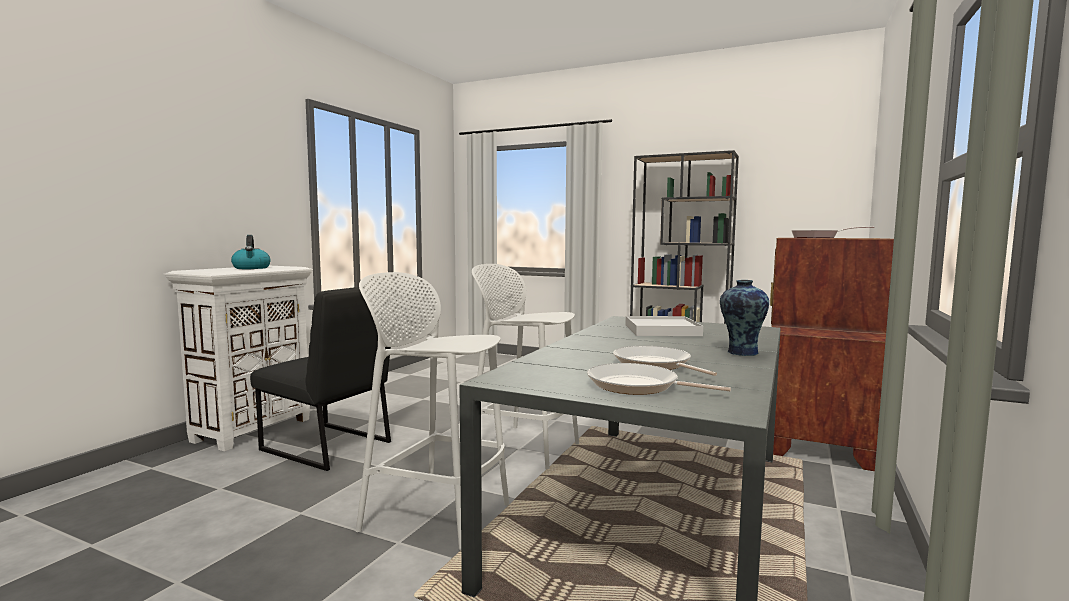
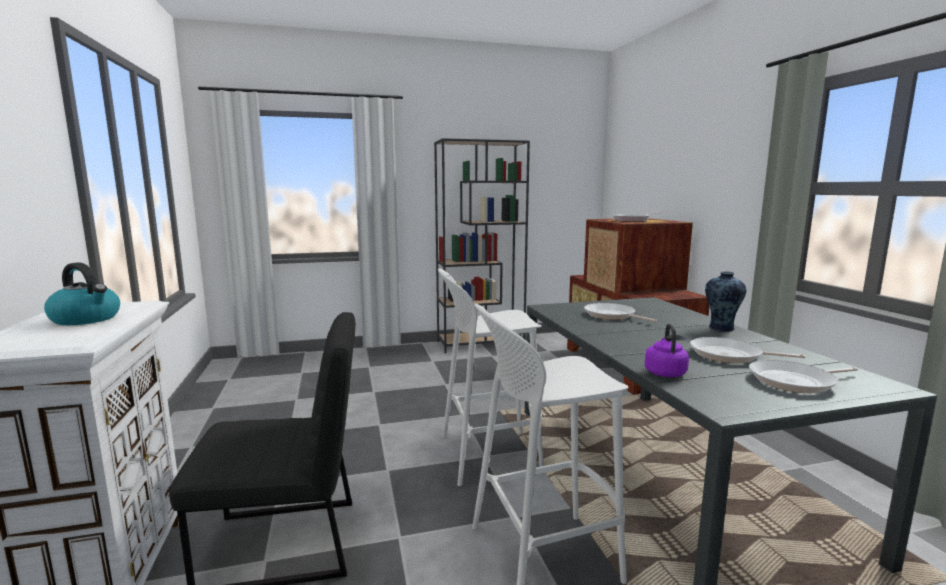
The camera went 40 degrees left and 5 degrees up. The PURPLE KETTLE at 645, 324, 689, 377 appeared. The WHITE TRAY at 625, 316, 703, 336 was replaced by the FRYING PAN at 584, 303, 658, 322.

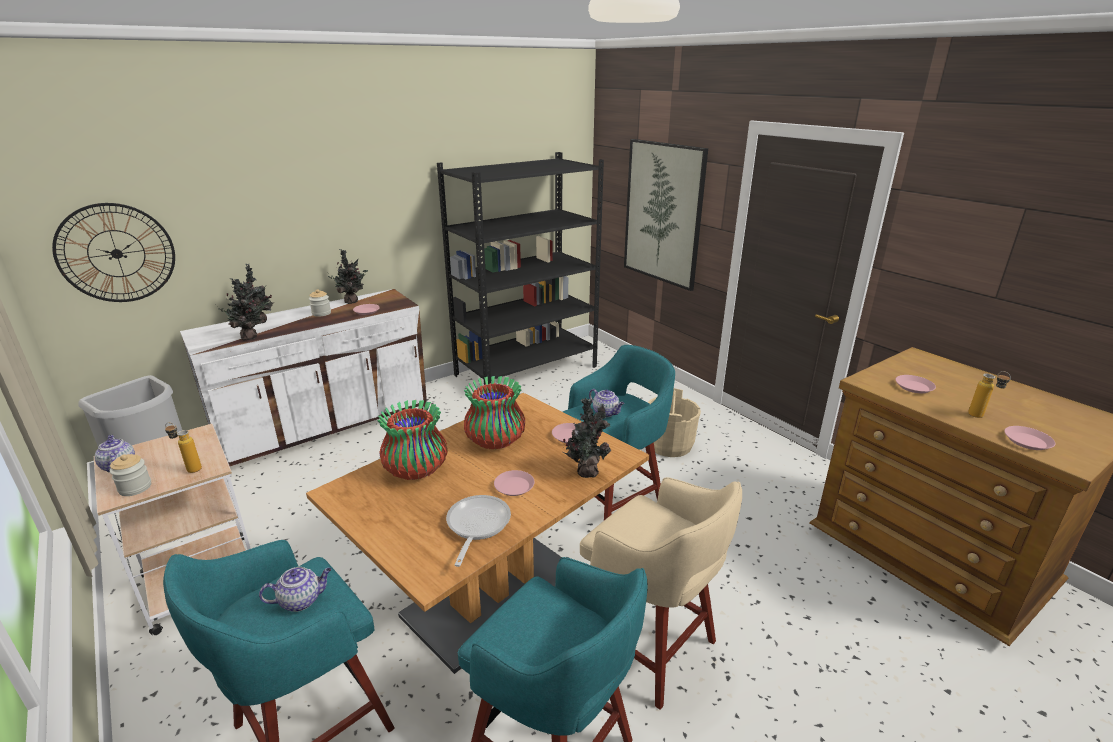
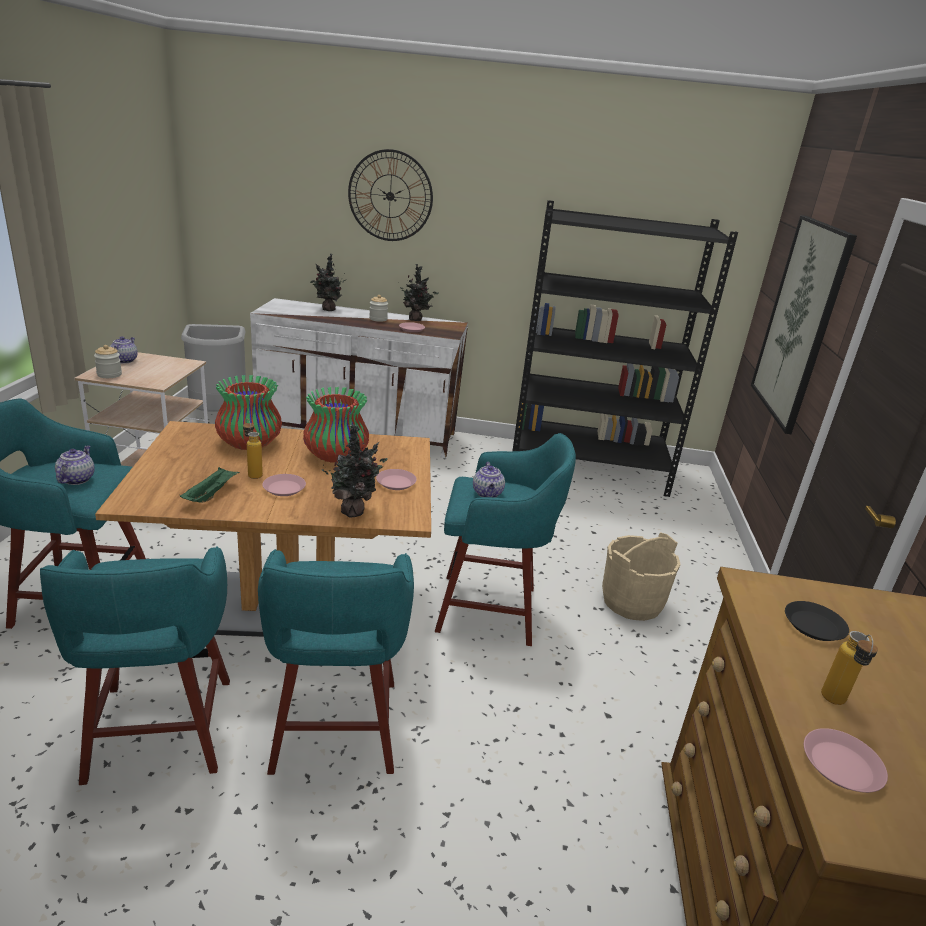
The camera went 40 degrees right and 0 degrees up. The POTTED PLANT at 215, 278, 268, 340 disappeared. The WALL CLOCK moved from 52, 203, 175, 302 to 348, 149, 433, 241. The BOTTLE moved from 165, 422, 202, 473 to 243, 419, 263, 479. The FRYING PAN at 446, 495, 511, 567 was replaced by the GREEN TRAY at 180, 467, 239, 503. The BEIGE STOOL at 580, 477, 742, 710 became the TURQUOISE STOOL at 258, 549, 414, 775. The PINK PLATE at 895, 375, 936, 393 became the BLACK PLATE at 785, 601, 849, 641. The TEAPOT at 259, 567, 332, 612 turned 105 degrees counterclockwise.

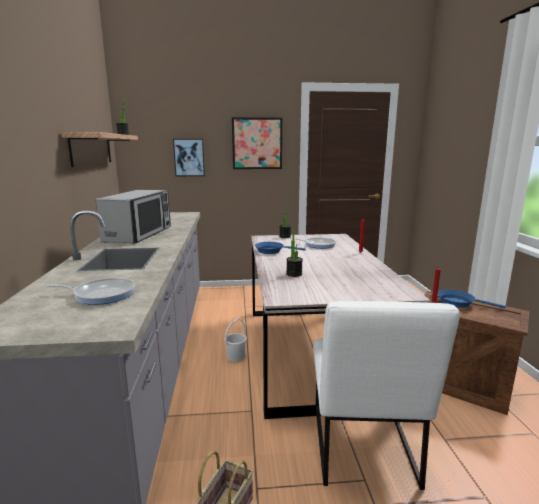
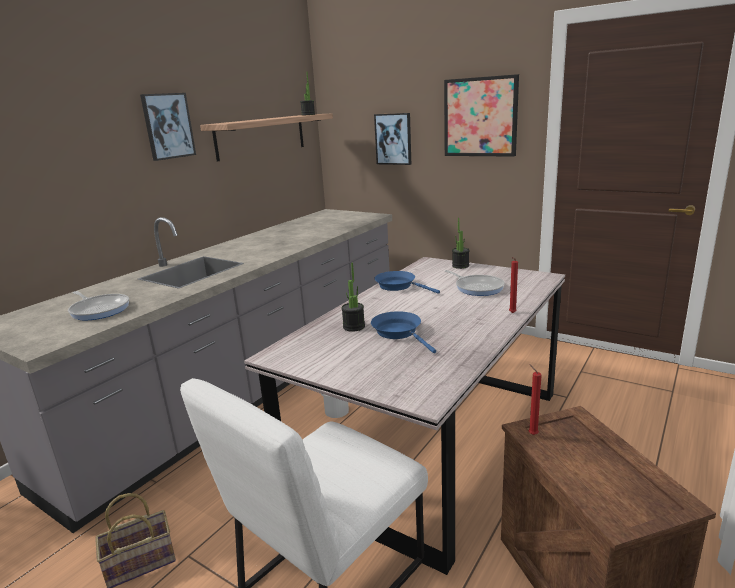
The camera went 40 degrees right and 5 degrees up. The MICROWAVE at 96, 190, 171, 244 disappeared. The PICTURE at 140, 93, 196, 161 appeared. The BLUE FRYING PAN moved from 438, 289, 506, 308 to 371, 311, 436, 353.

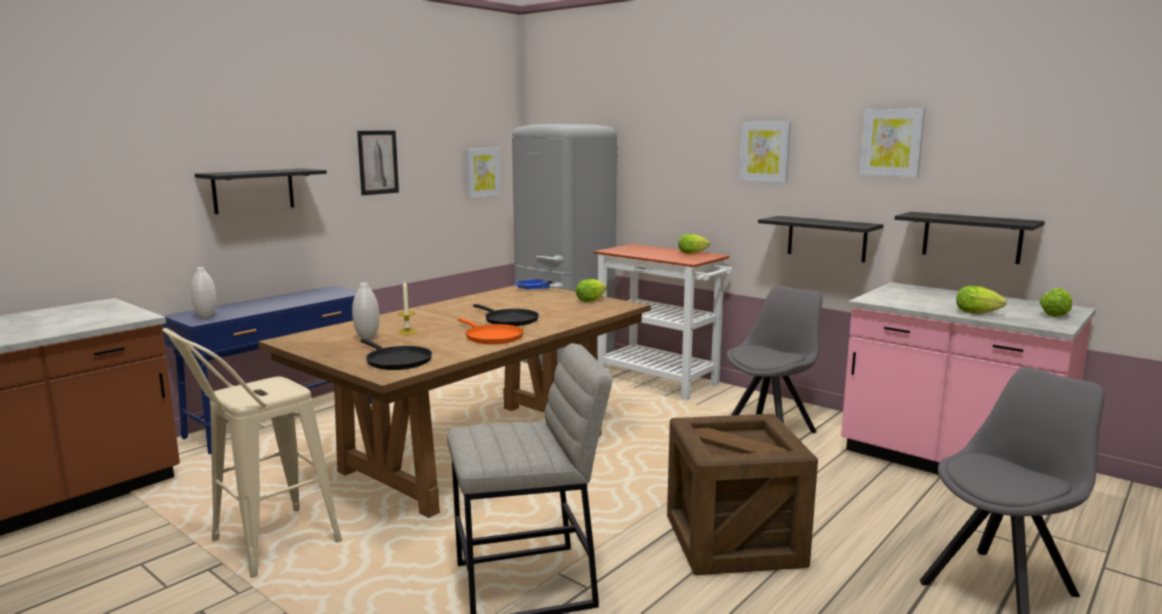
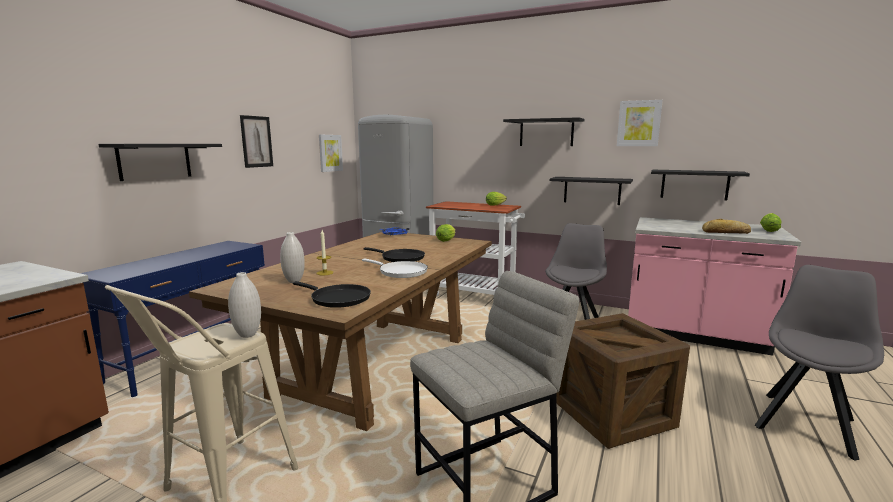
The camera went 15 degrees left and 0 degrees up. The WHITE VASE moved from 190, 267, 217, 318 to 228, 272, 261, 338. The PICTURE at 739, 122, 791, 183 was replaced by the BLACK SHELF at 503, 117, 585, 146. The LETTUCE at 956, 286, 1007, 314 was replaced by the BREAD at 702, 219, 751, 234. The ORANGE FRYING PAN at 458, 318, 524, 345 became the WHITE FRYING PAN at 362, 258, 428, 278.

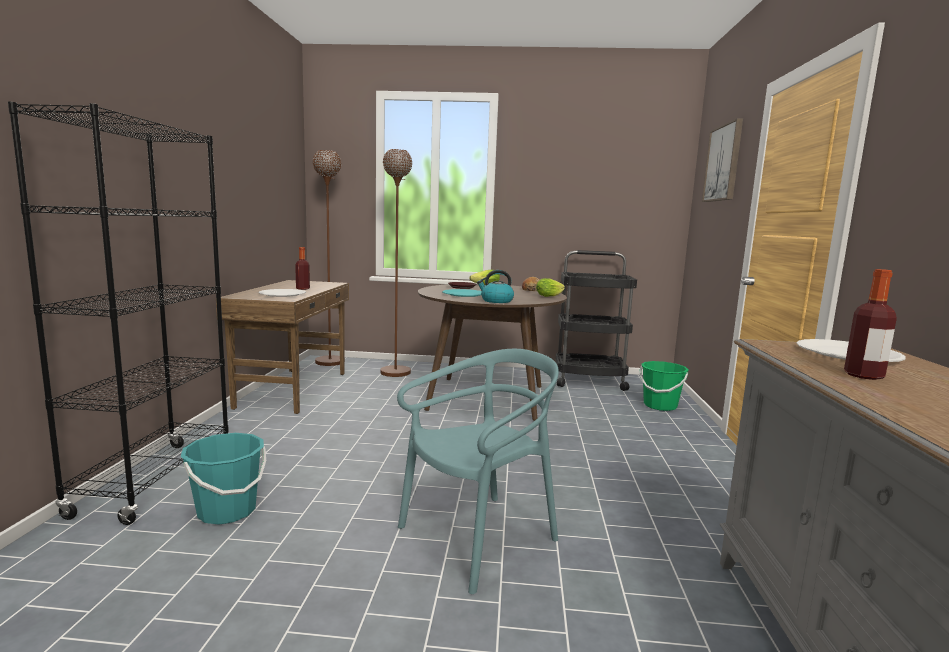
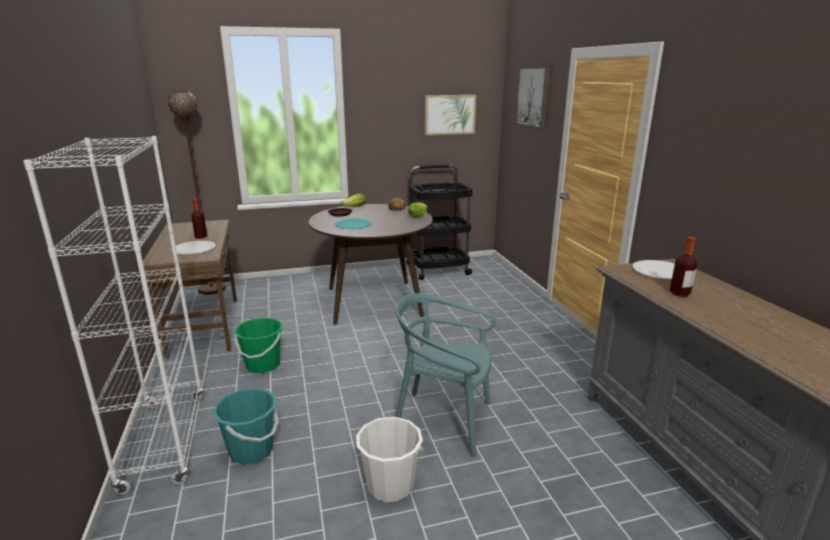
The camera went 20 degrees left and 10 degrees up. The BROWN FLOOR LAMP at 380, 149, 412, 377 disappeared. The KETTLE at 477, 270, 514, 303 disappeared. The WHITE BUCKET at 356, 417, 424, 502 appeared. The PICTURE at 424, 95, 476, 135 appeared. The GREEN BUCKET moved from 640, 361, 688, 411 to 235, 318, 282, 373. The BLACK BOOKCASE at 8, 101, 229, 525 became the WHITE BOOKCASE at 23, 136, 203, 495. The TURQUOISE CHAIR at 397, 349, 559, 594 turned 105 degrees counterclockwise.

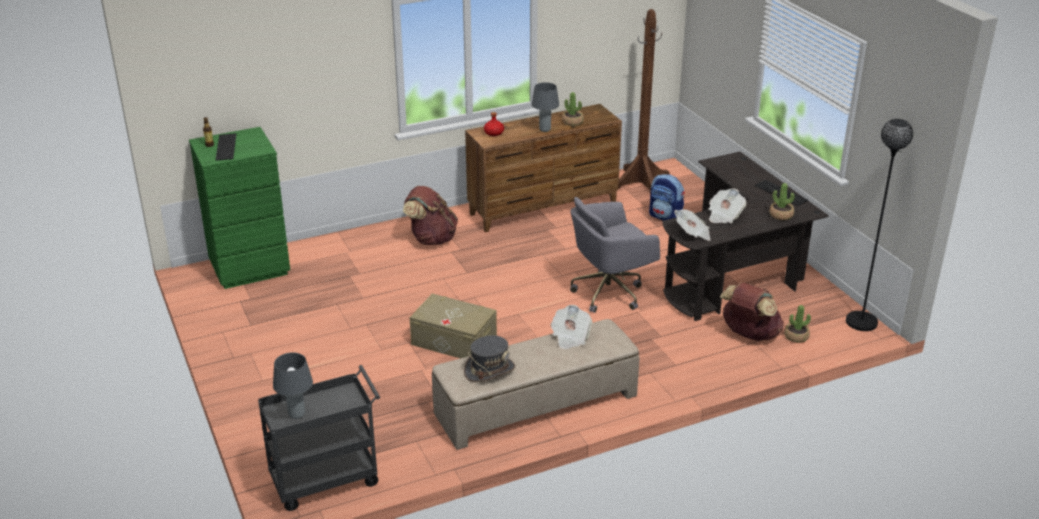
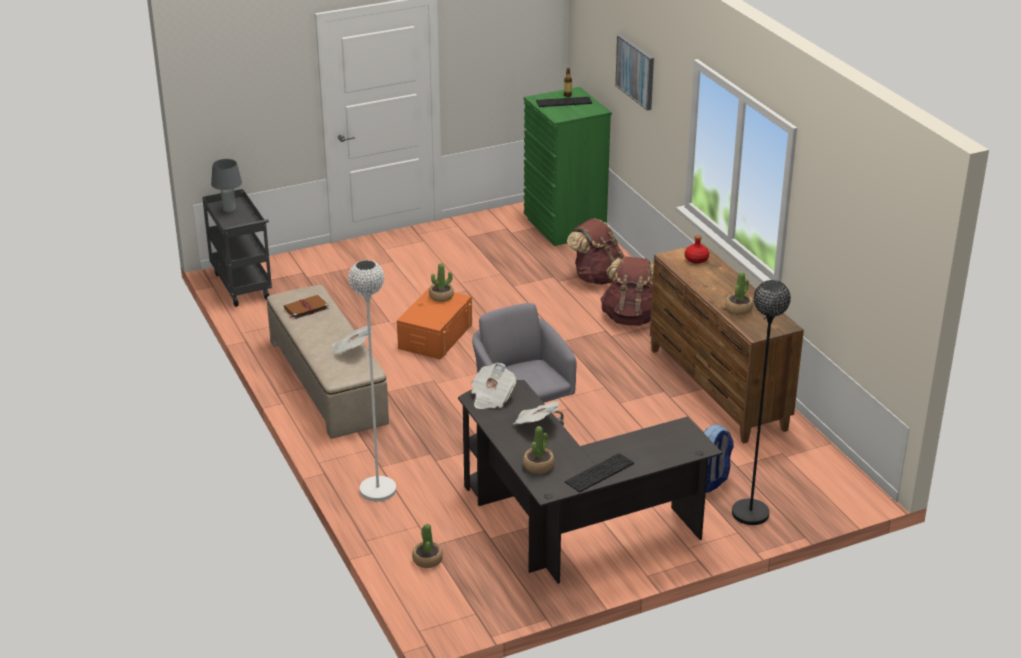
The camera went 90 degrees right and 0 degrees up. The GREY TABLE LAMP at 531, 82, 559, 132 disappeared. The BROWN CLOTHES RACK at 618, 9, 670, 191 disappeared. The WHITE FLOOR LAMP at 348, 260, 396, 501 appeared. The POTTED PLANT at 429, 263, 454, 302 appeared. The PICTURE at 615, 35, 654, 111 appeared. The BROWN BACKPACK moved from 720, 283, 784, 341 to 567, 218, 625, 285. The BLACK FLOOR LAMP moved from 846, 119, 913, 331 to 732, 280, 791, 525. The GREY HAT at 464, 335, 515, 382 was replaced by the BROWN BOOK at 284, 295, 329, 319. The BEIGE STORAGE BOX at 410, 294, 497, 358 became the ORANGE STORAGE BOX at 397, 287, 472, 360.

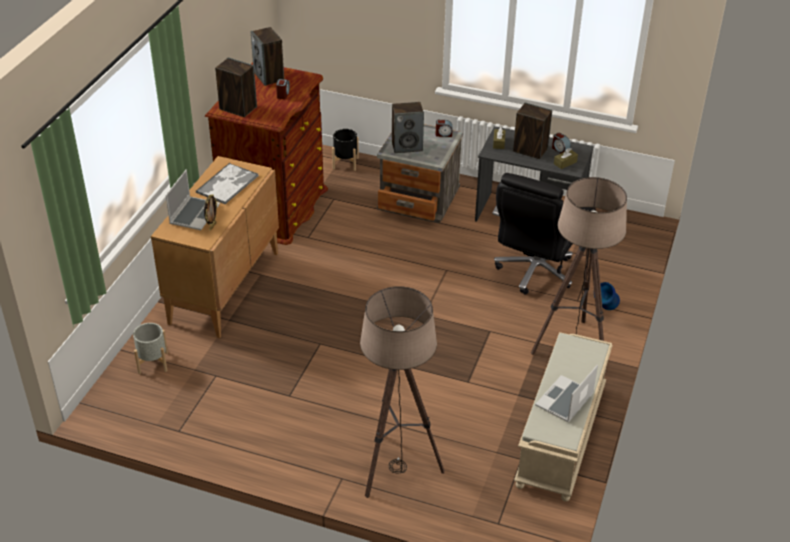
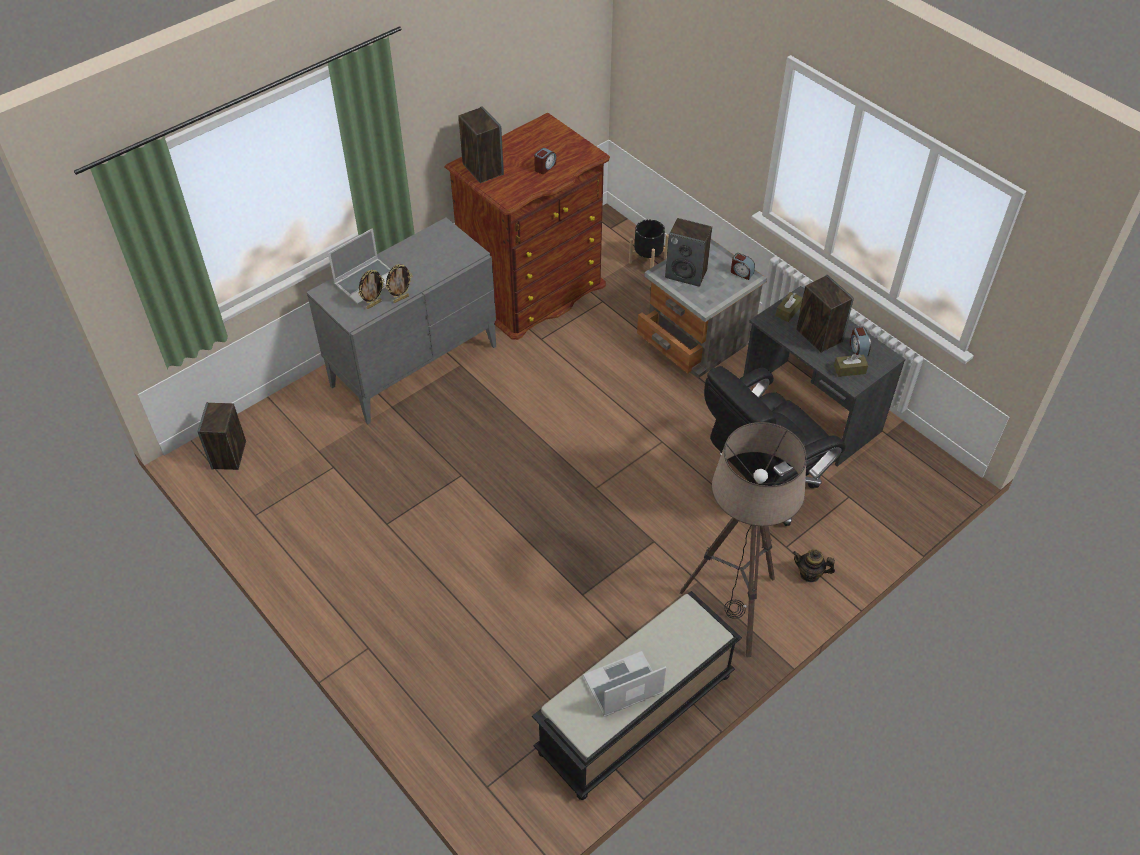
The camera went 30 degrees right and 10 degrees up. The GREY PLANTER at 133, 323, 168, 374 disappeared. The TRAY at 195, 163, 259, 205 disappeared. The FLOOR LAMP at 360, 286, 445, 498 disappeared. The PICTURE FRAME at 386, 264, 412, 303 appeared. The SPEAKER moved from 251, 27, 284, 86 to 197, 402, 246, 470. The BLUE VASE at 594, 282, 620, 310 was replaced by the TEAPOT at 793, 549, 835, 582. The BROWN CABINET at 151, 156, 279, 338 became the GREY CABINET at 306, 217, 496, 424. The BEIGE BENCH at 514, 332, 613, 502 became the BLACK BENCH at 532, 591, 742, 800.

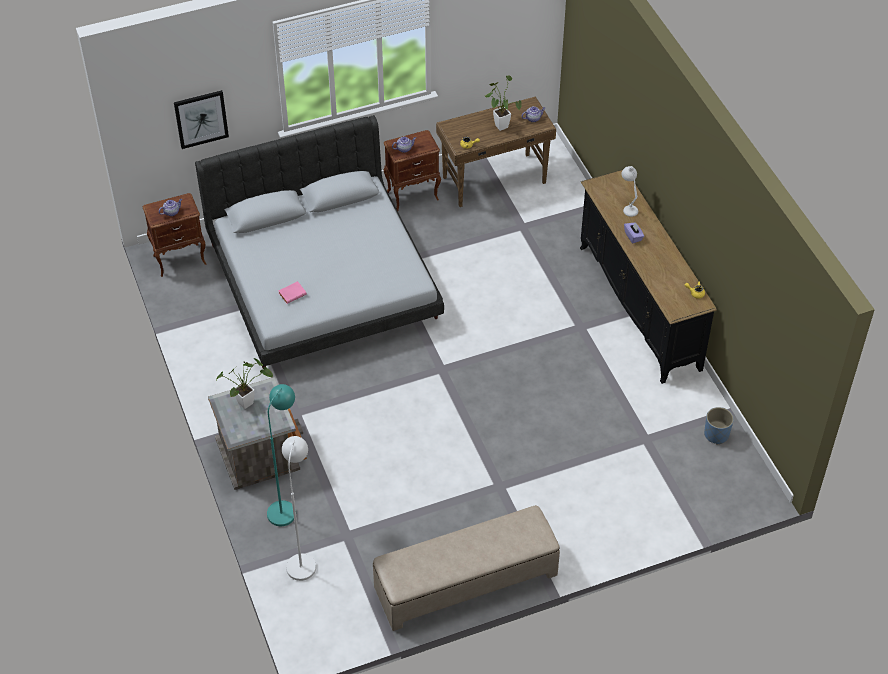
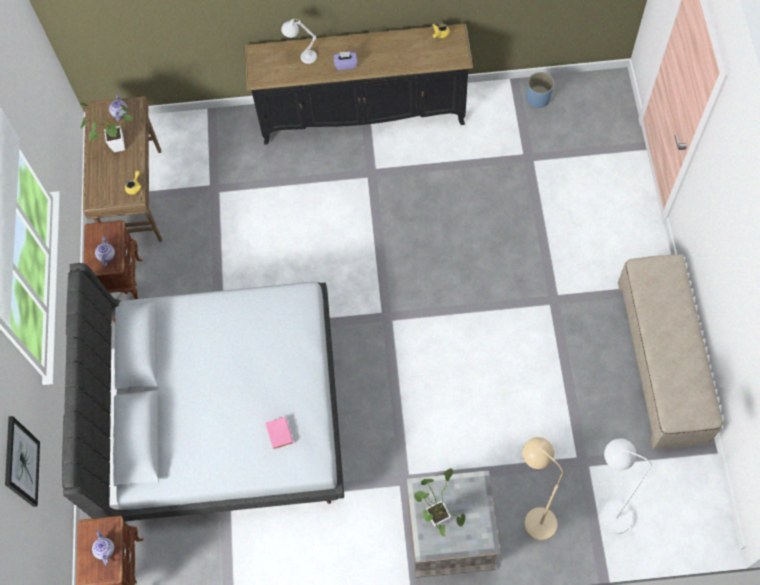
The camera went 70 degrees left and 15 degrees up. The TURQUOISE FLOOR LAMP at 267, 384, 295, 526 became the BEIGE FLOOR LAMP at 522, 437, 563, 541.

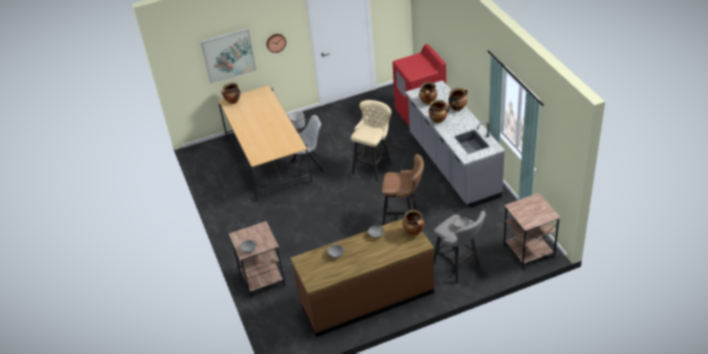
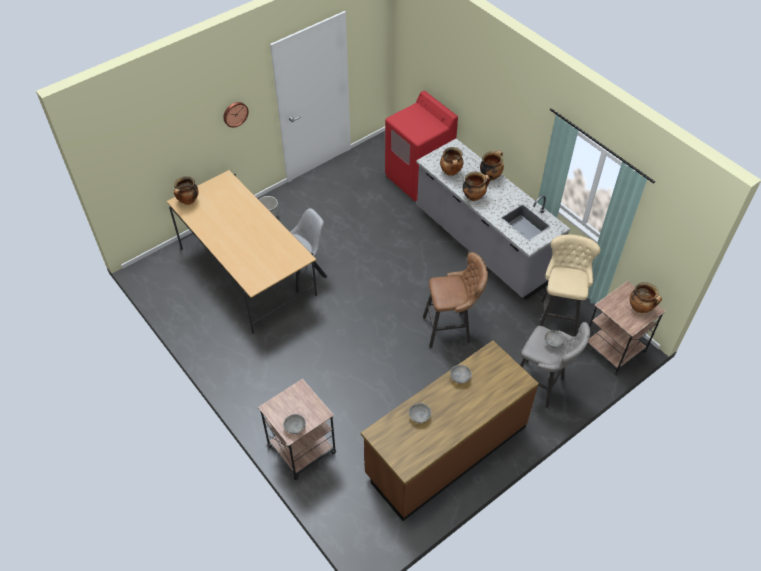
The camera went 20 degrees left and 10 degrees up. The PICTURE at 200, 28, 257, 84 disappeared. The BEIGE STOOL moved from 351, 100, 391, 182 to 539, 235, 601, 337. The COOKING POT moved from 403, 210, 424, 236 to 630, 282, 662, 313.

